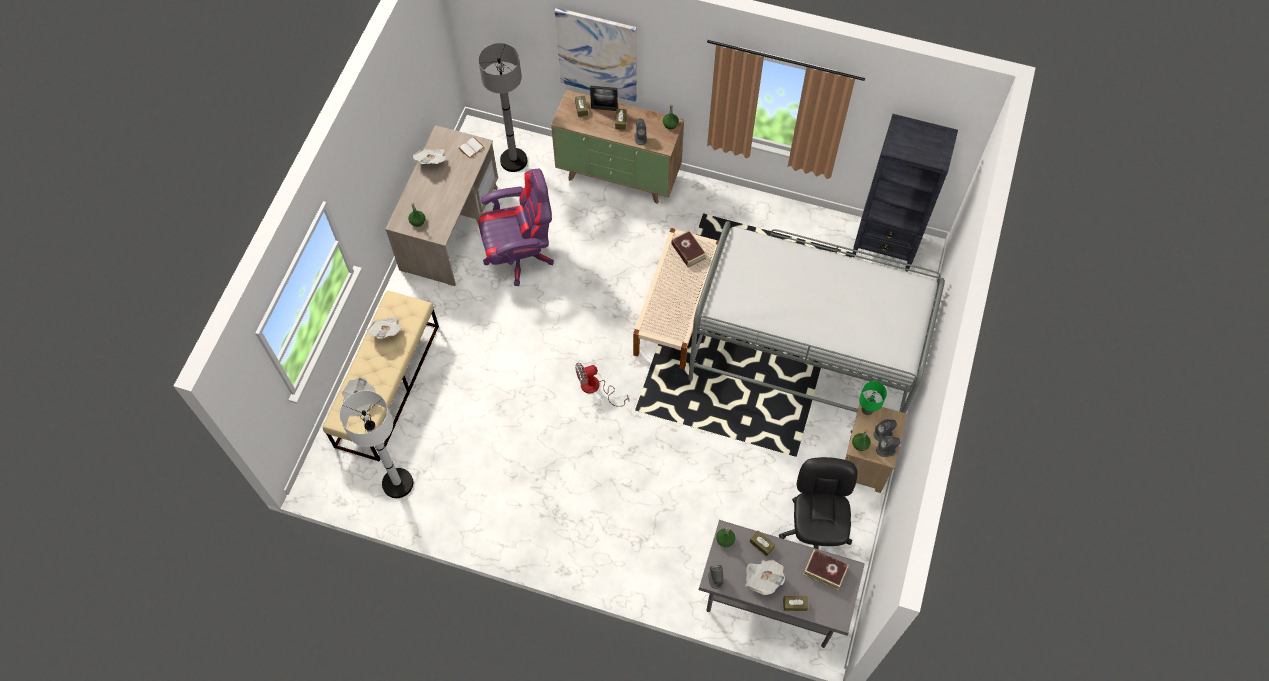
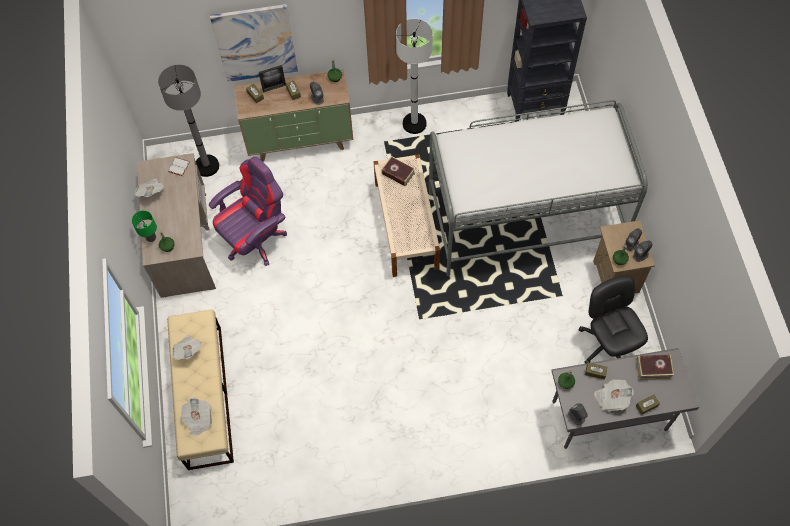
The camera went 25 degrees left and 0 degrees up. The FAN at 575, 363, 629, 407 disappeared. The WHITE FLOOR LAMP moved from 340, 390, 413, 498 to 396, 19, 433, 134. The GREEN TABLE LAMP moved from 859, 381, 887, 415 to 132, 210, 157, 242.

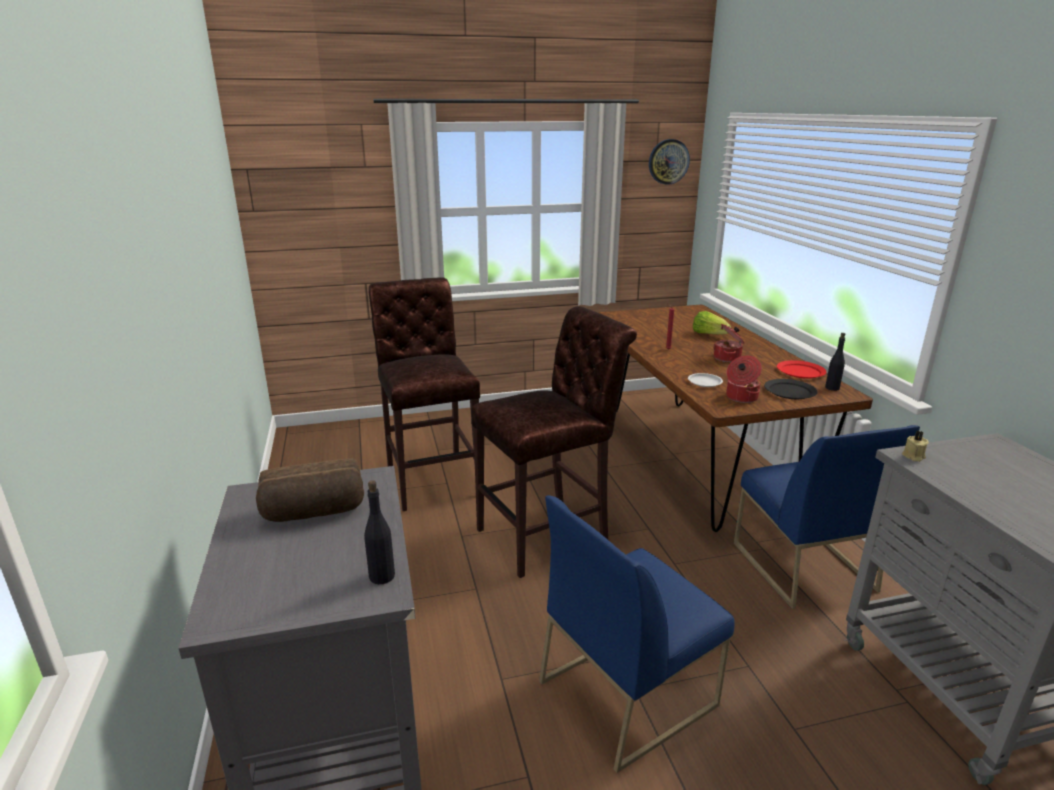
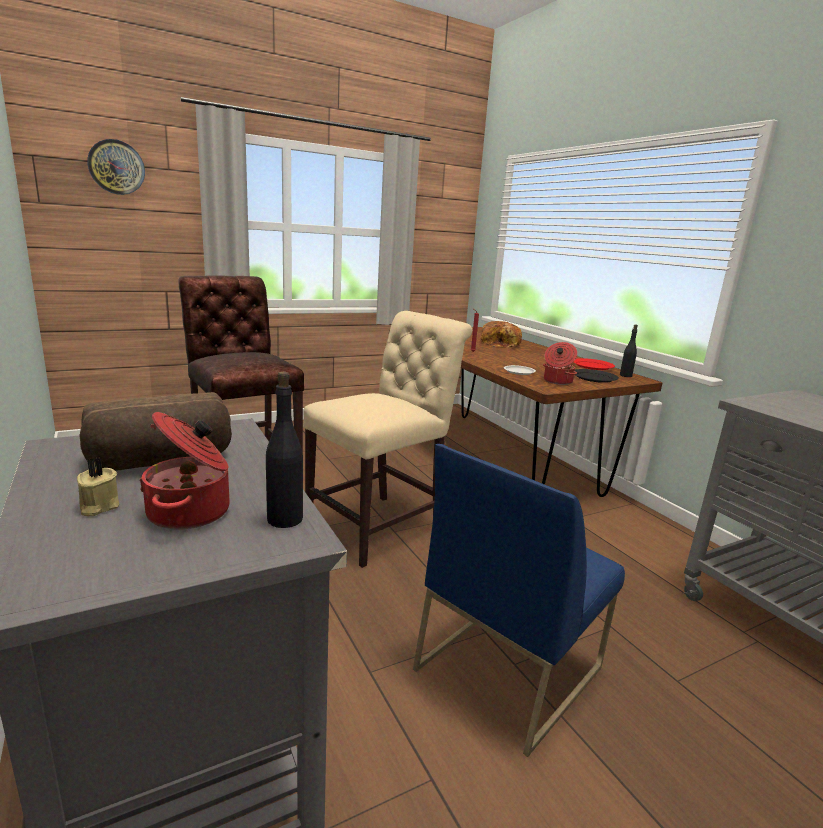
The camera went 15 degrees left and 5 degrees down. The BLUE CHAIR at 734, 425, 920, 609 disappeared. The WALL CLOCK moved from 649, 139, 690, 185 to 87, 139, 145, 195. The COOKING POT moved from 713, 324, 744, 362 to 139, 412, 230, 529. The BEIGE CANDLE moved from 902, 431, 929, 462 to 77, 458, 119, 516. The BROWN STOOL at 471, 306, 637, 578 was replaced by the BEIGE CHAIR at 303, 311, 472, 568. The LETTUCE at 693, 311, 732, 334 was replaced by the BREAD at 480, 321, 522, 347.

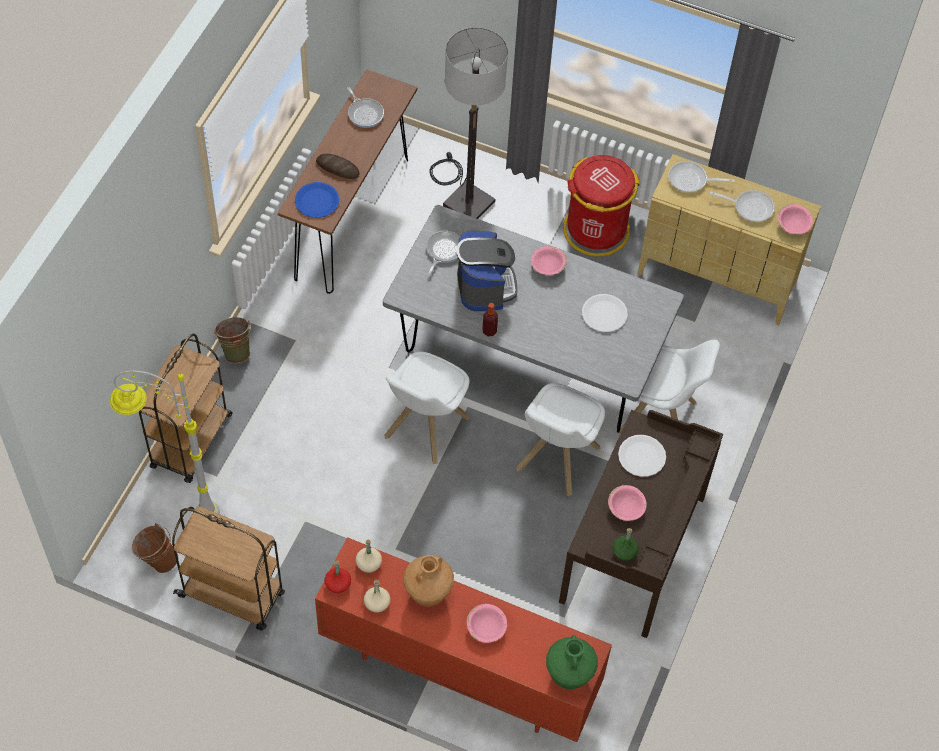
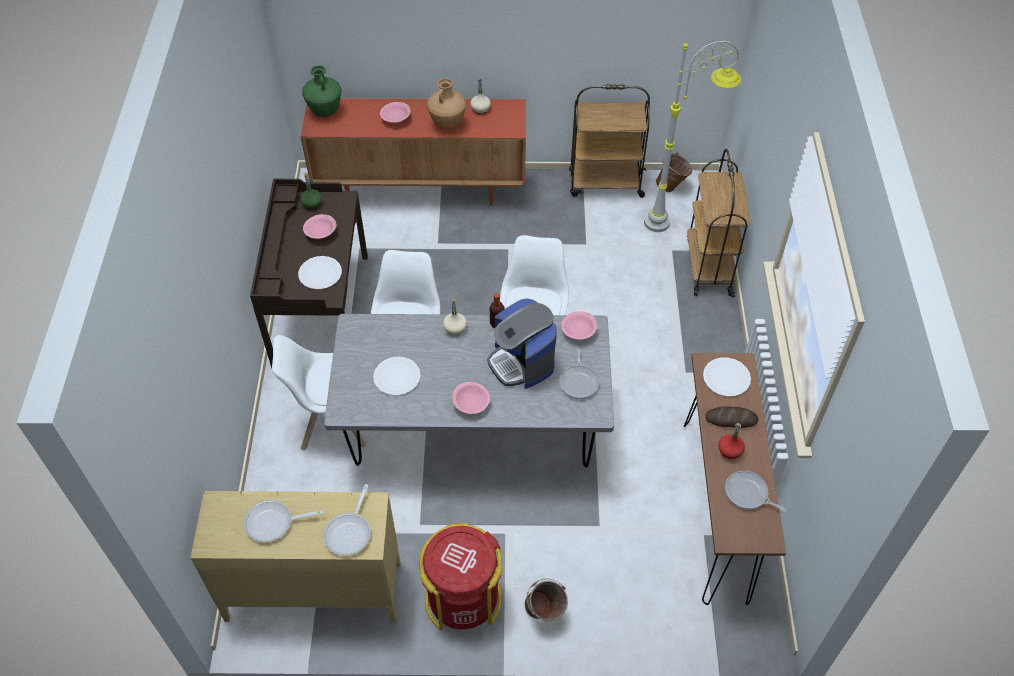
The camera went 160 degrees right and 5 degrees down. The FLOOR LAMP at 429, 27, 508, 219 disappeared. The GREEN BUCKET moved from 213, 317, 251, 363 to 525, 579, 568, 622. The RED BOTTLE moved from 324, 560, 351, 593 to 718, 423, 745, 459. The BEIGE BOTTLE moved from 356, 540, 382, 573 to 443, 299, 467, 335. The PINK BOWL moved from 778, 204, 813, 234 to 561, 311, 598, 340. The BLUE PLATE at 295, 182, 340, 218 became the WHITE PLATE at 703, 357, 751, 397. The FRYING PAN at 668, 161, 734, 192 turned 120 degrees clockwise.

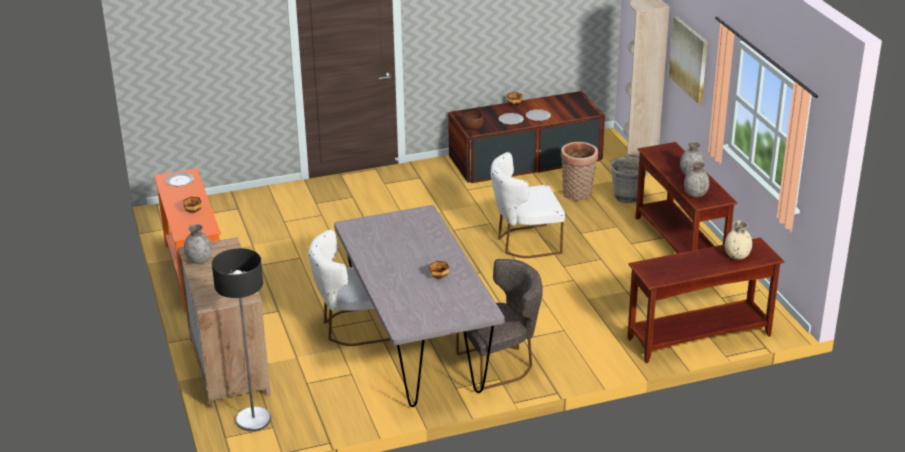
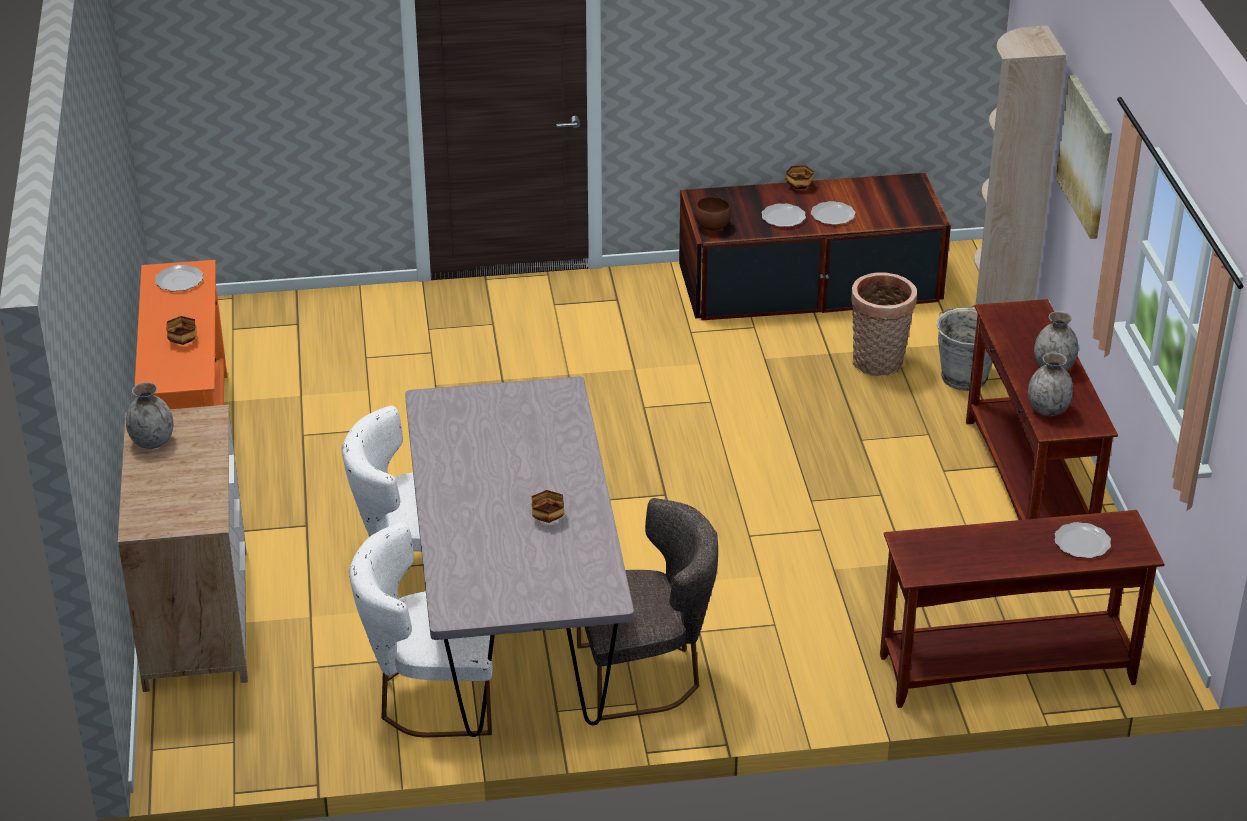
The camera went 10 degrees right and 5 degrees up. The FLOOR LAMP at 212, 248, 271, 431 disappeared. The WHITE CHAIR moved from 491, 152, 565, 258 to 349, 522, 492, 737. The BEIGE VASE at 725, 221, 752, 260 was replaced by the PLATE at 1055, 522, 1111, 558.

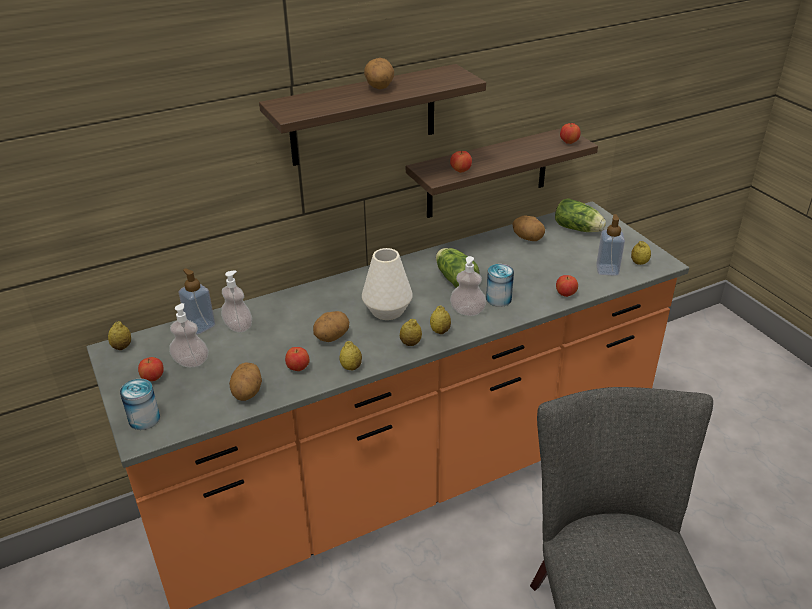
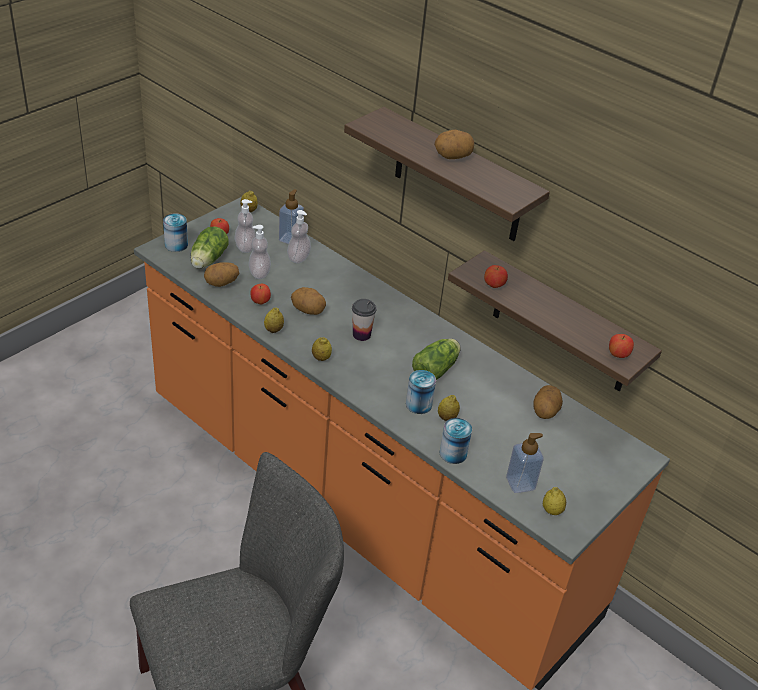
The camera went 65 degrees right and 5 degrees up. The LEMON moved from 430, 306, 451, 334 to 438, 395, 460, 421. The SOAP DISPENSER moved from 450, 256, 486, 316 to 248, 225, 271, 279. The LETTUCE moved from 555, 198, 606, 232 to 191, 226, 229, 269. The WHITE VASE at 362, 248, 413, 320 was replaced by the CUP at 352, 299, 377, 341. The APPLE at 556, 275, 578, 297 was replaced by the CAN at 440, 418, 472, 464.

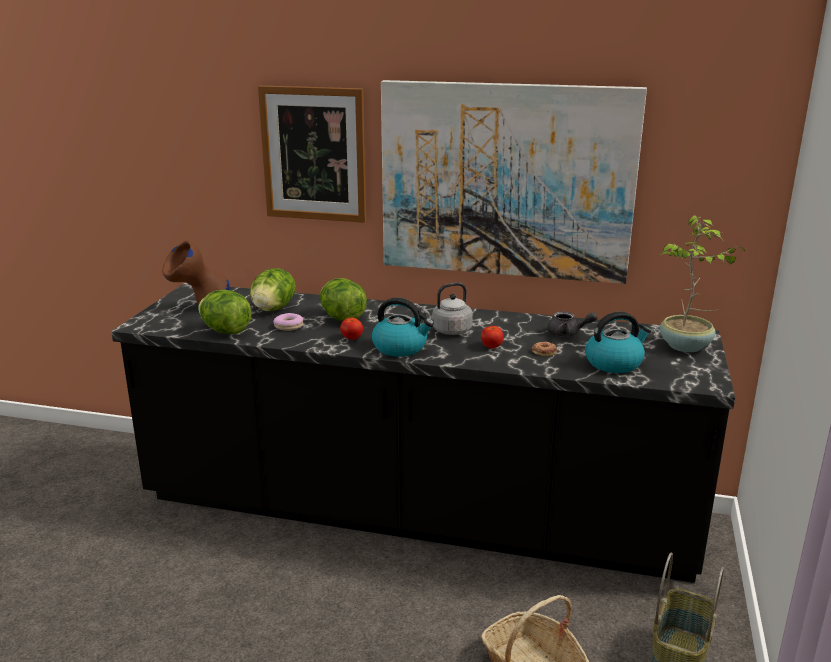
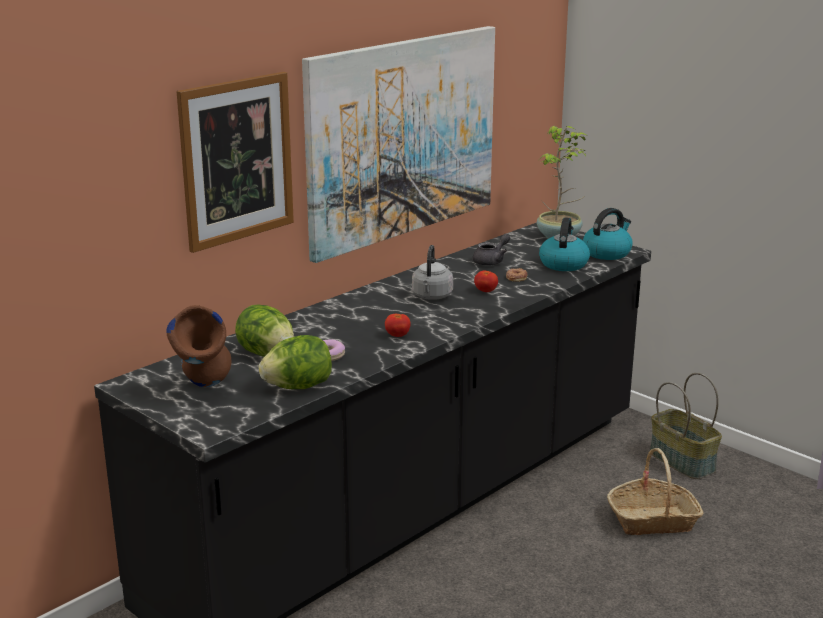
The camera went 60 degrees left and 0 degrees up. The LETTUCE at 320, 278, 367, 321 disappeared. The KETTLE moved from 372, 298, 434, 357 to 583, 208, 632, 260.

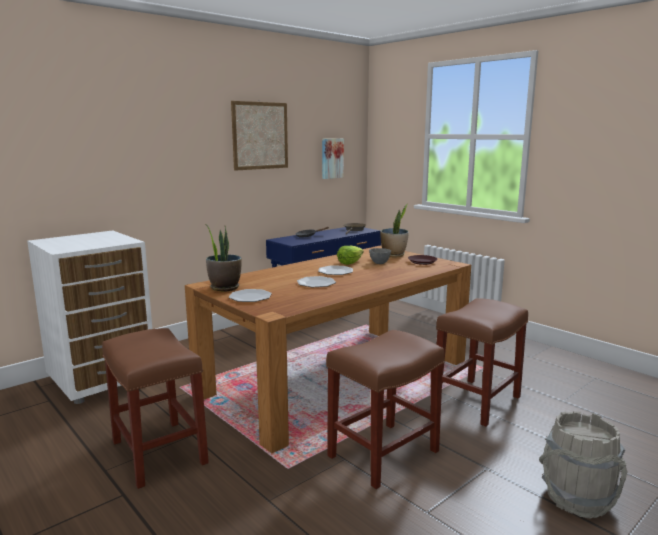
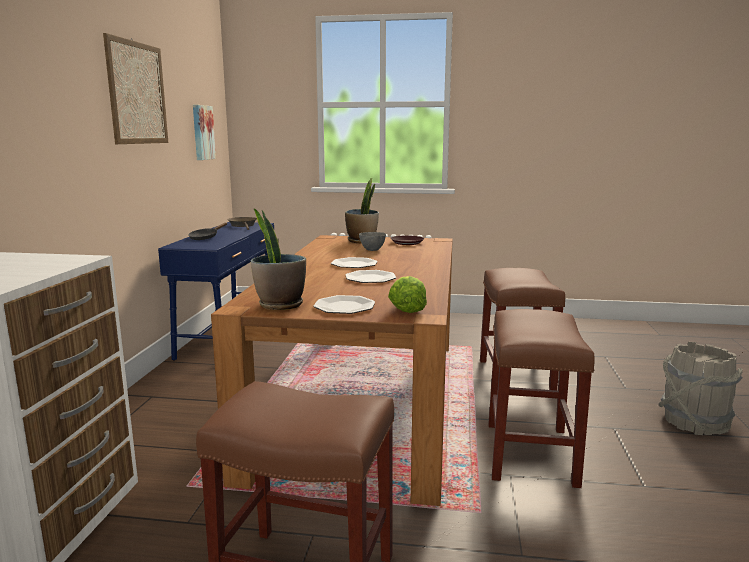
The camera went 40 degrees left and 0 degrees up. The LETTUCE moved from 337, 246, 364, 265 to 388, 276, 427, 313.

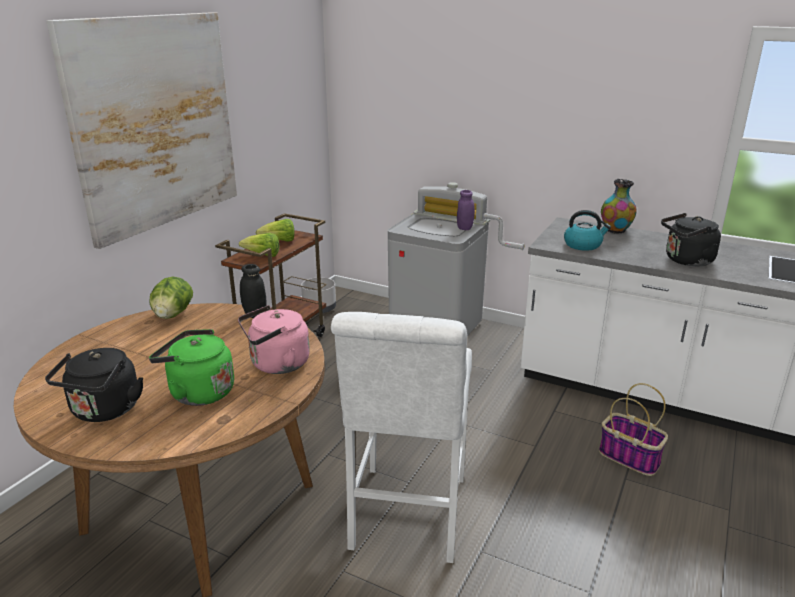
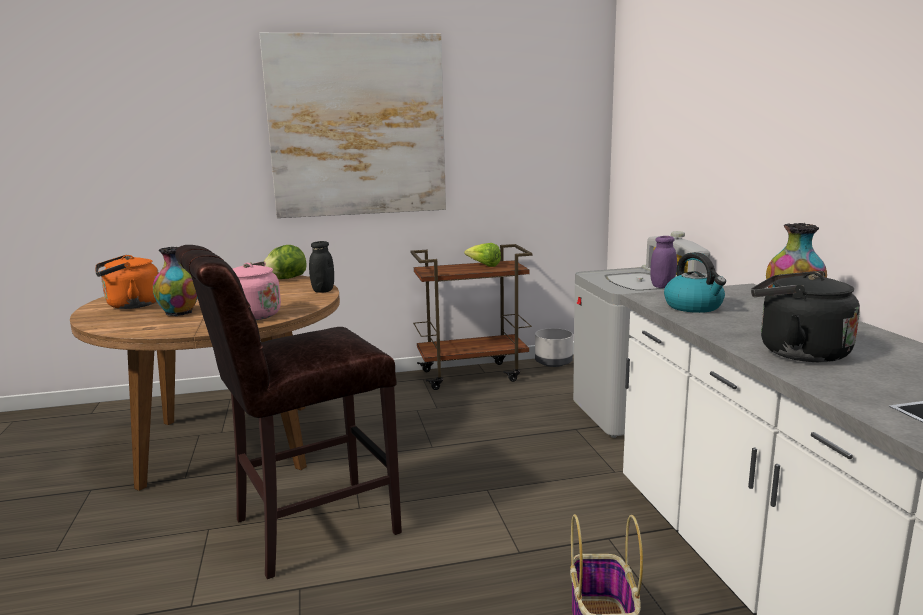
The camera went 50 degrees right and 10 degrees down. The LETTUCE at 239, 233, 280, 257 disappeared. The GREEN KETTLE at 149, 329, 234, 406 was replaced by the VASE at 153, 247, 198, 316. The BLACK KETTLE at 45, 348, 143, 422 became the ORANGE KETTLE at 95, 255, 159, 309. The WHITE STOOL at 331, 312, 472, 563 became the BROWN STOOL at 175, 245, 402, 579.

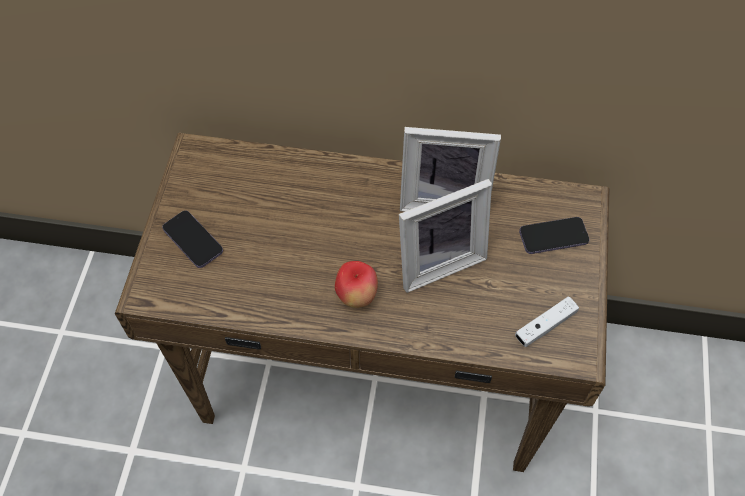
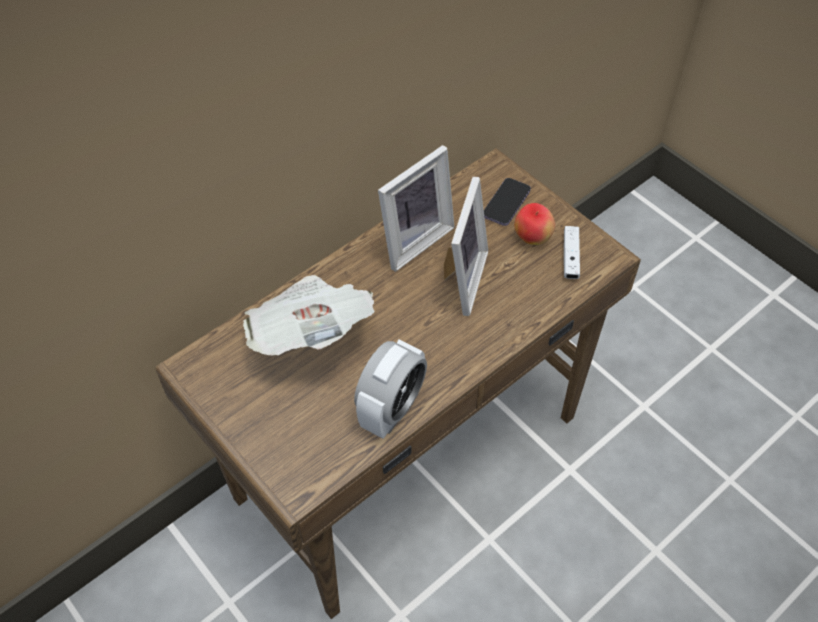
The camera went 50 degrees left and 5 degrees down. The PHONE at 162, 211, 223, 268 disappeared. The NEWSPAPER at 243, 275, 375, 356 appeared. The ALARM CLOCK at 354, 339, 427, 439 appeared. The APPLE moved from 335, 261, 378, 308 to 514, 203, 555, 245.

